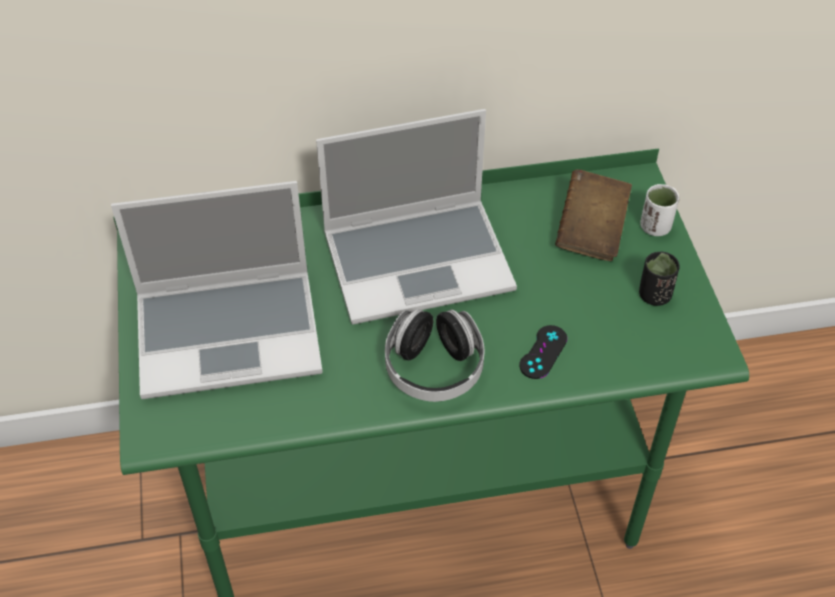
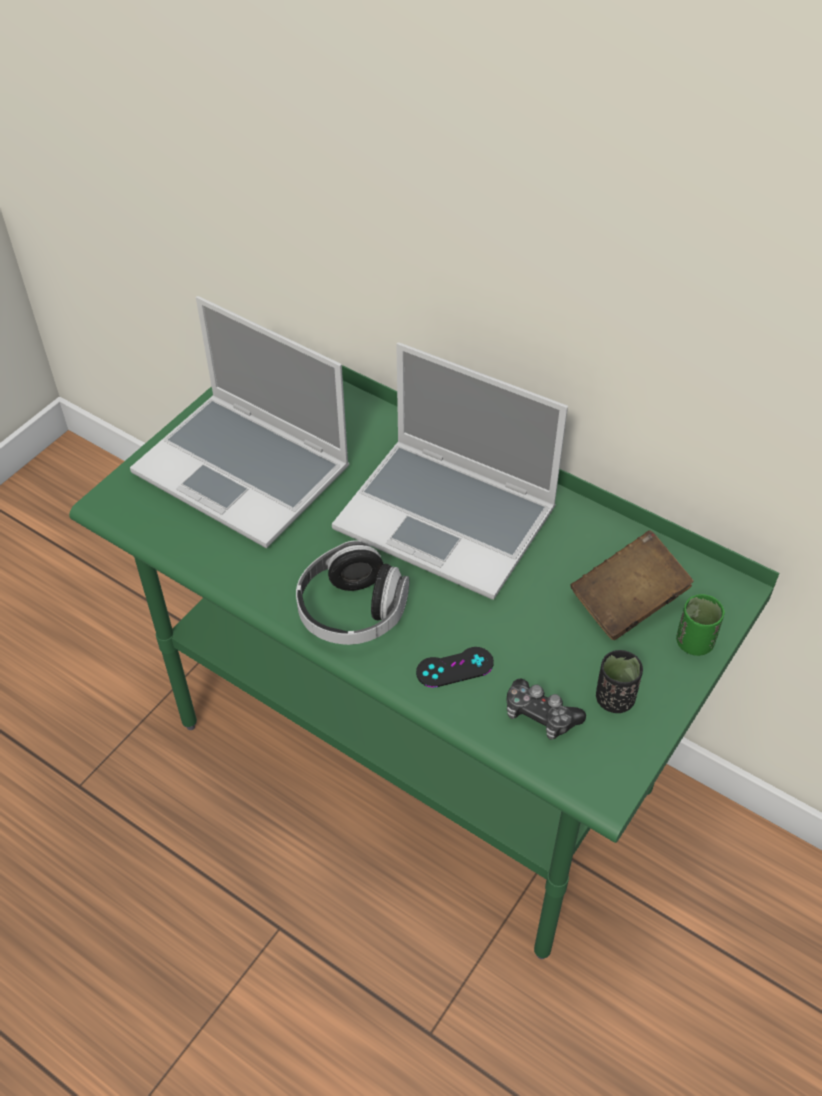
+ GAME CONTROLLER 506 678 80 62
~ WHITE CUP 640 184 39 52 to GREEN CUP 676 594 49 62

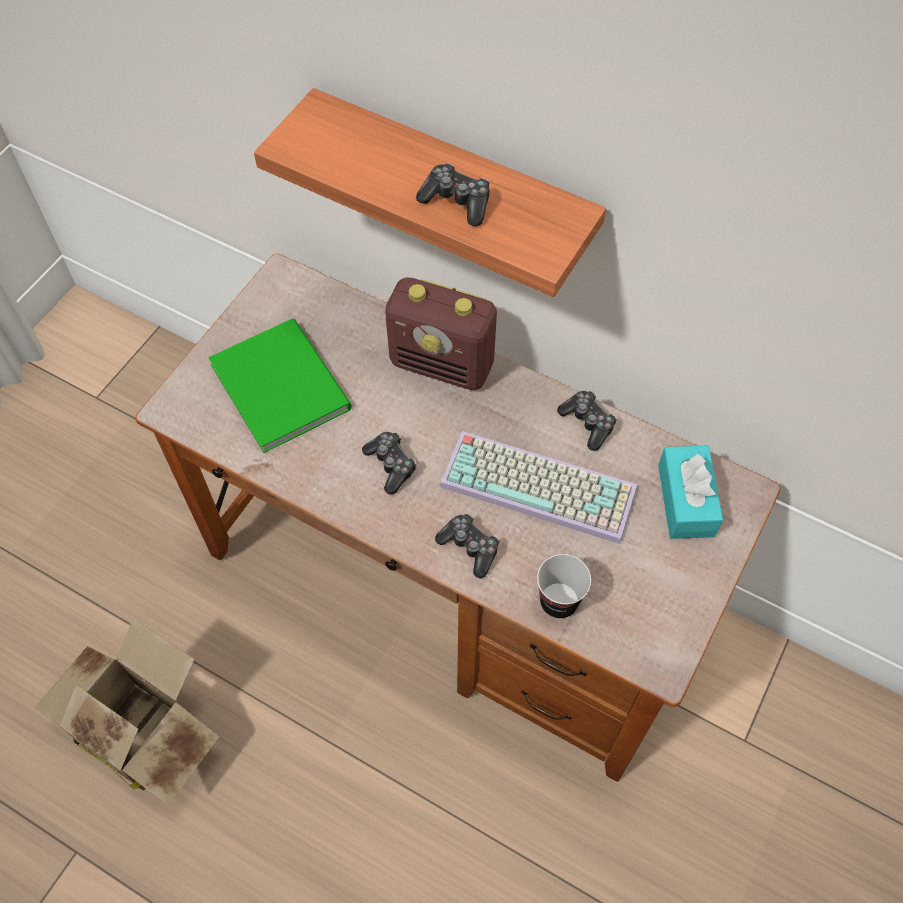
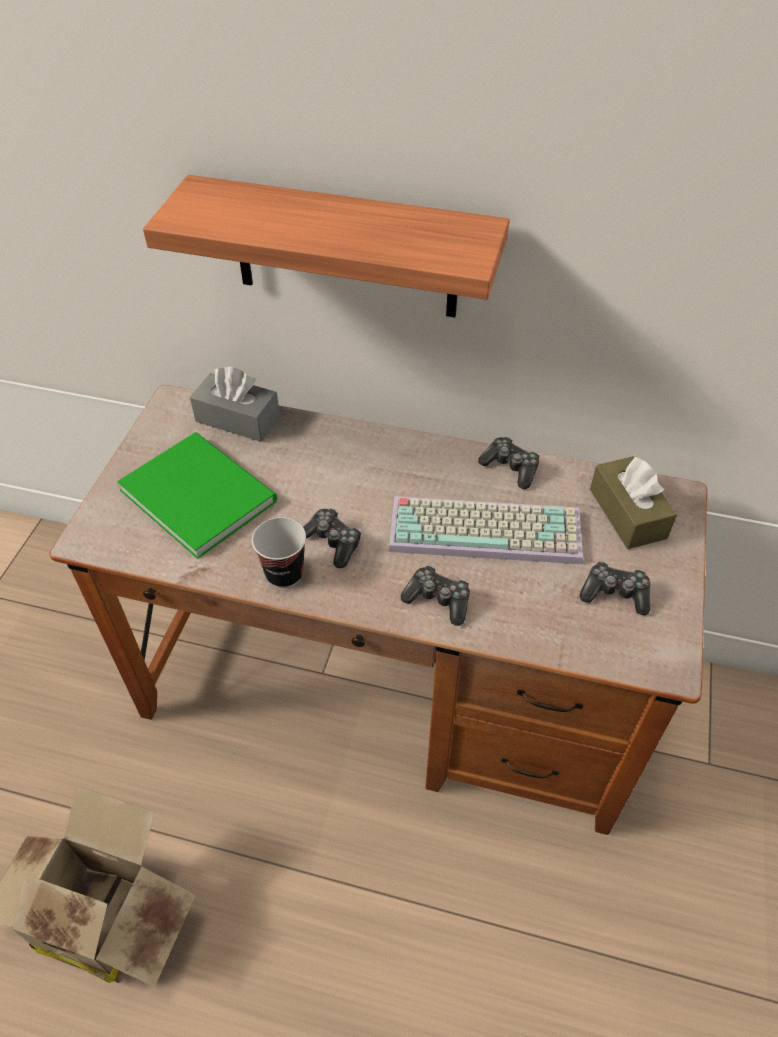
+ GREY TISSUE BOX 190 366 90 76
~ CUP 537 554 54 64 to 252 517 54 71
~ GAME CONTROLLER 416 163 74 63 to 580 561 70 54
~ TURQUOISE TISSUE BOX 658 445 65 94 to BROWN TISSUE BOX 590 456 87 93
- RADIO 385 278 112 112

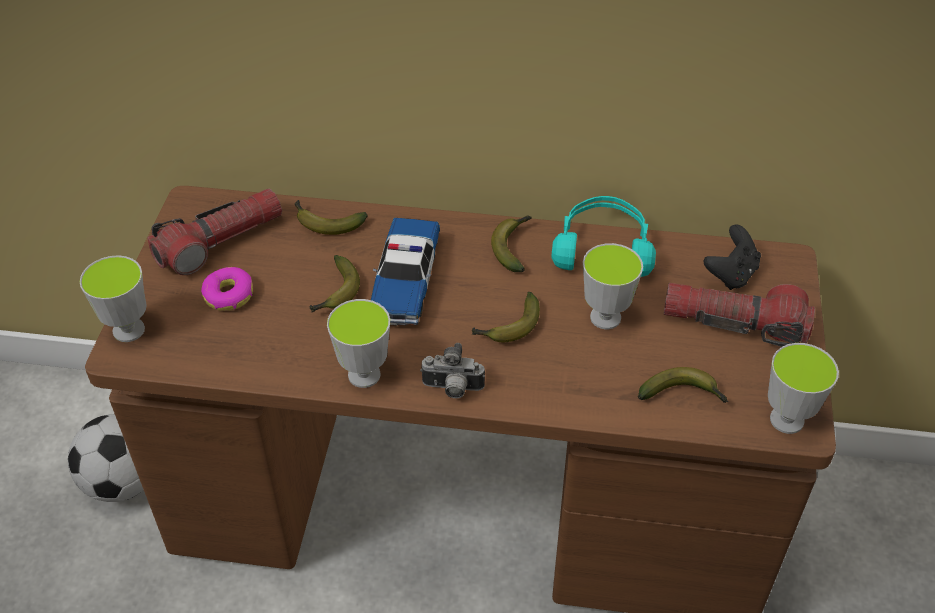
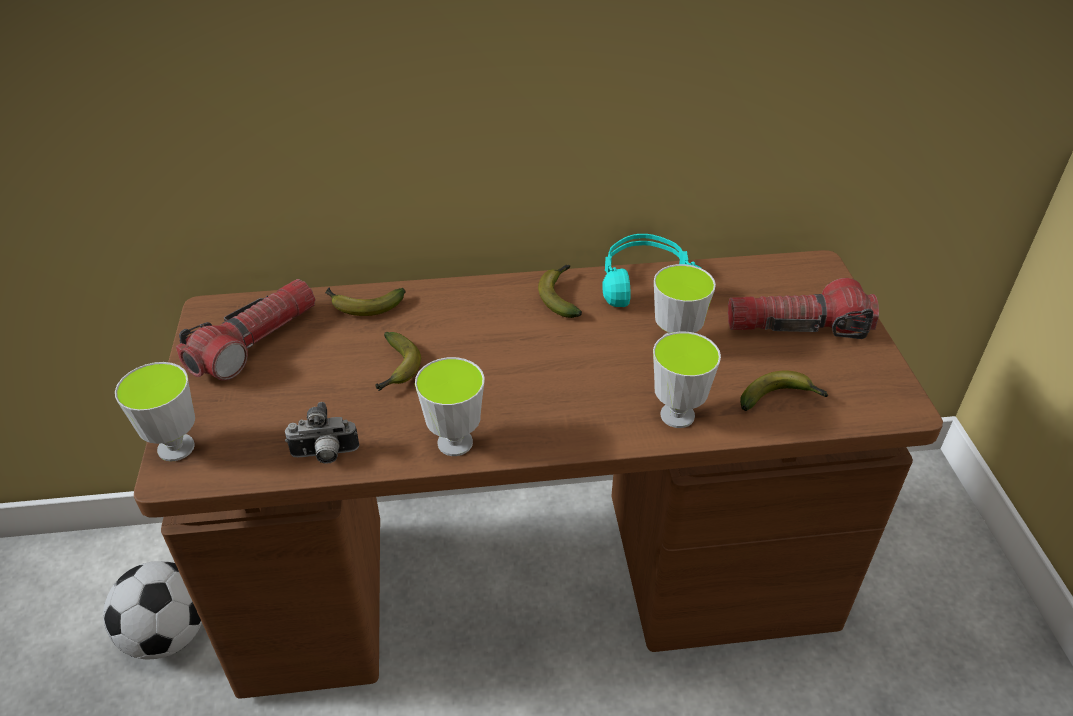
~ PHOTO CAMERA 420 343 65 55 to 285 402 74 62
~ CUP 768 343 71 91 to 653 331 68 97
- DONUT 201 267 52 44
- TOY CAR 371 218 69 108
- BANANA 472 292 68 50
- BLACK GAME CONTROLLER 703 225 58 65

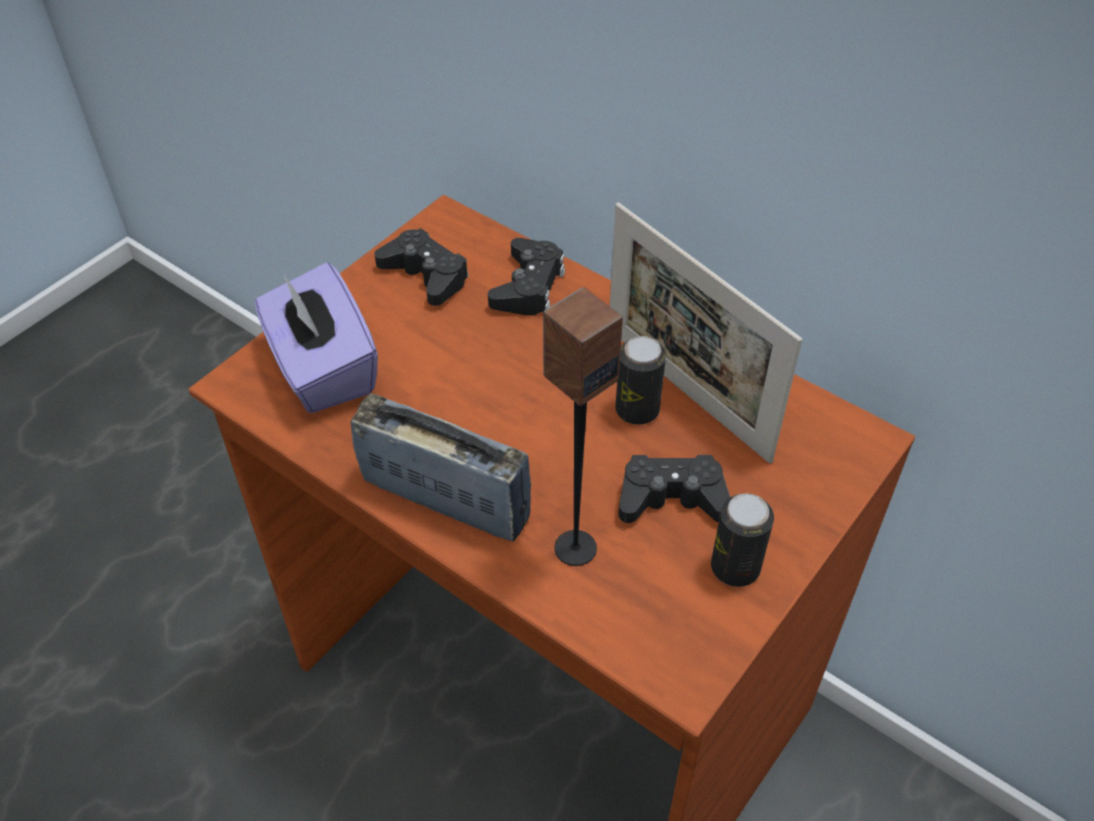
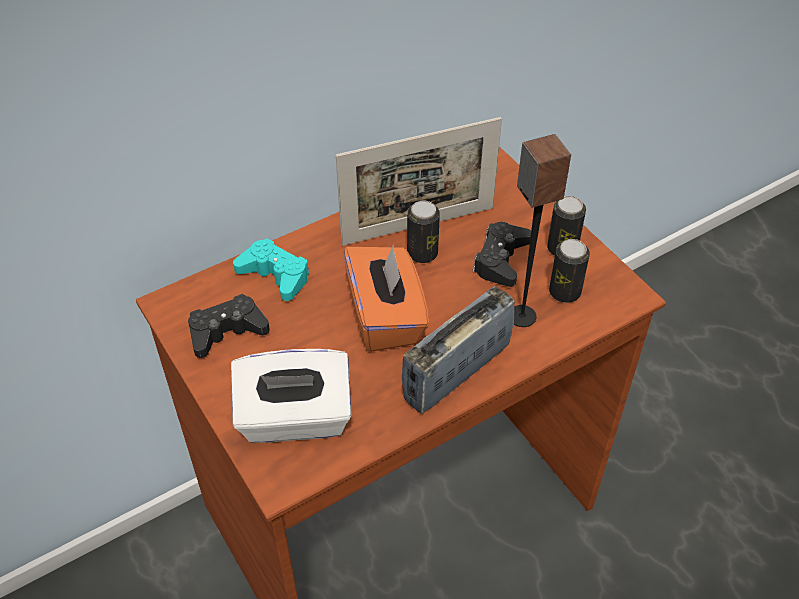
~ PURPLE TISSUE BOX 255 263 123 150 to WHITE TISSUE BOX 231 349 121 94
~ BLACK GAME CONTROLLER 488 238 77 78 to TURQUOISE GAME CONTROLLER 233 238 76 63
+ ORANGE TISSUE BOX 343 244 86 108
+ CAN 549 239 41 64

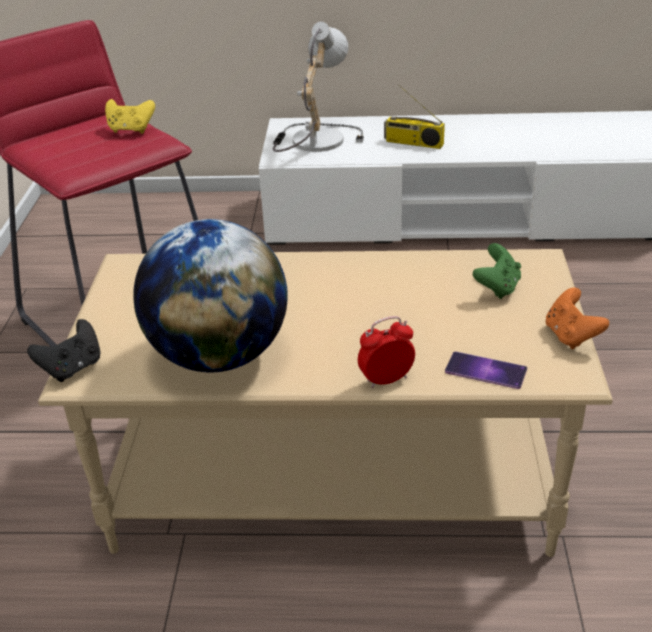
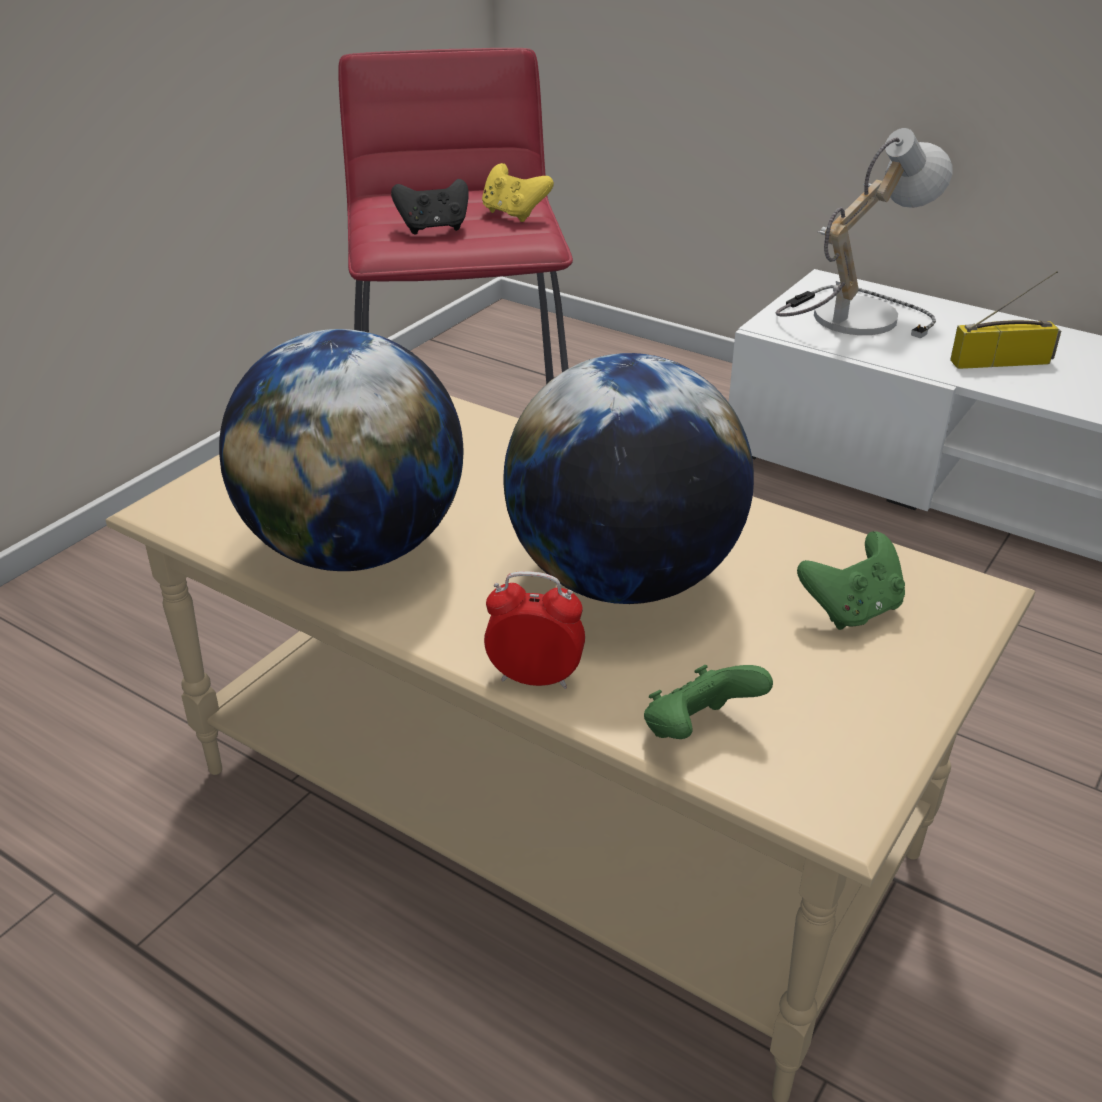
~ BLACK GAME CONTROLLER 27 319 74 63 to 391 179 77 56
+ GLOBE 504 353 250 251
~ PHONE 445 352 82 37 to GREEN GAME CONTROLLER 644 665 129 74
~ RADIO 384 84 61 65 = 950 271 111 98 120 degrees clockwise
- ORANGE GAME CONTROLLER 545 288 64 61

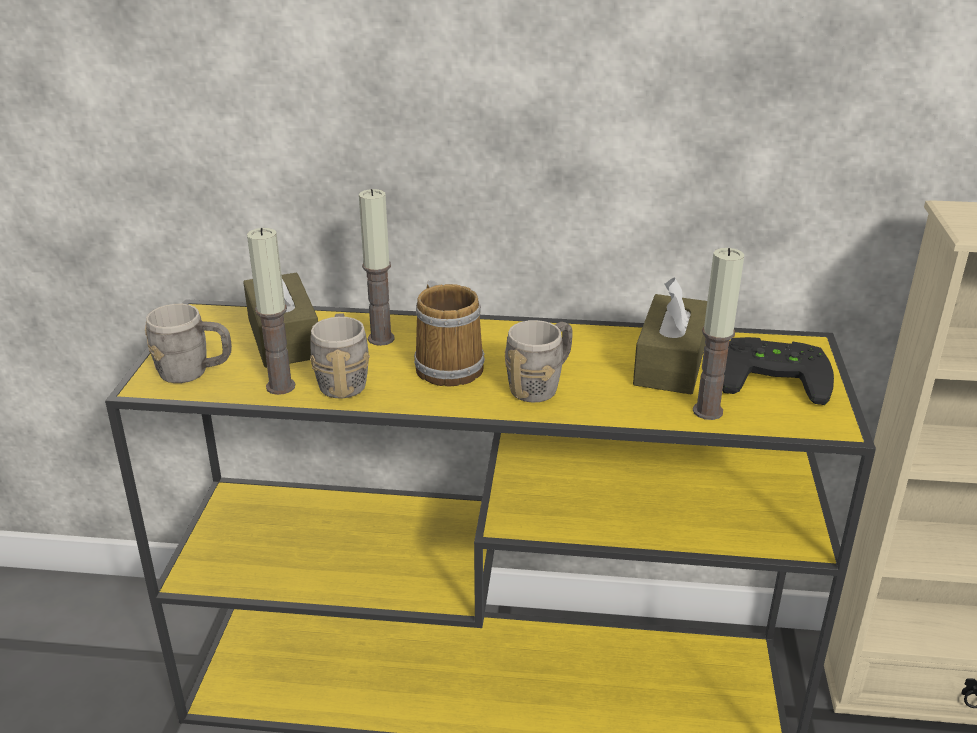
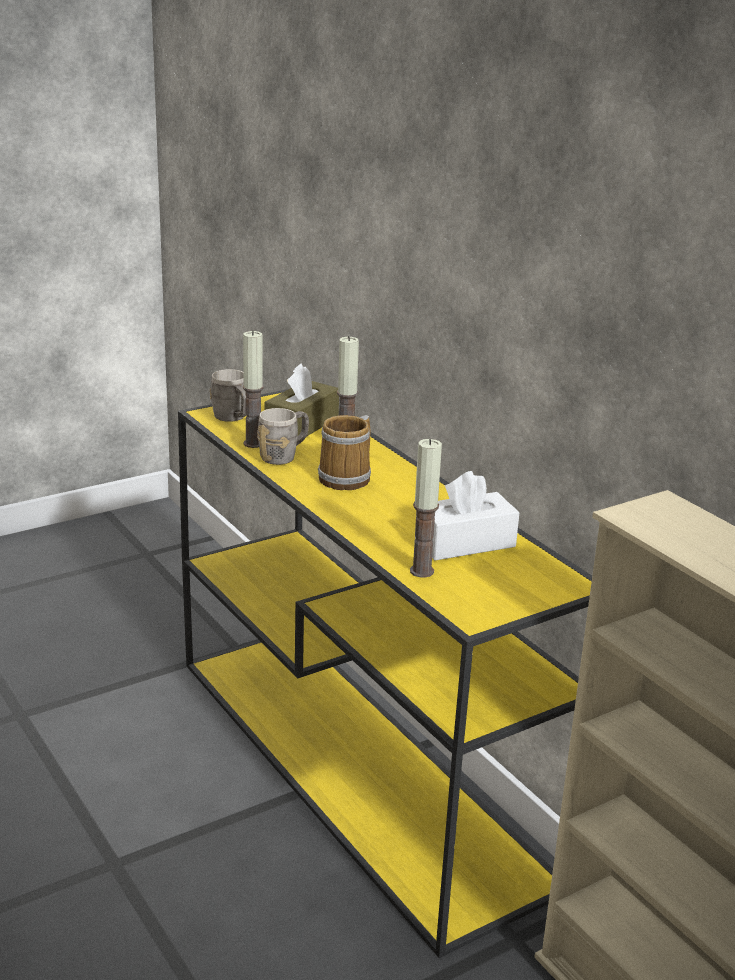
~ BROWN TISSUE BOX 633 277 74 118 to WHITE TISSUE BOX 415 471 104 89
- GREY MUG 505 320 68 82
- BLACK GAME CONTROLLER 722 337 112 68

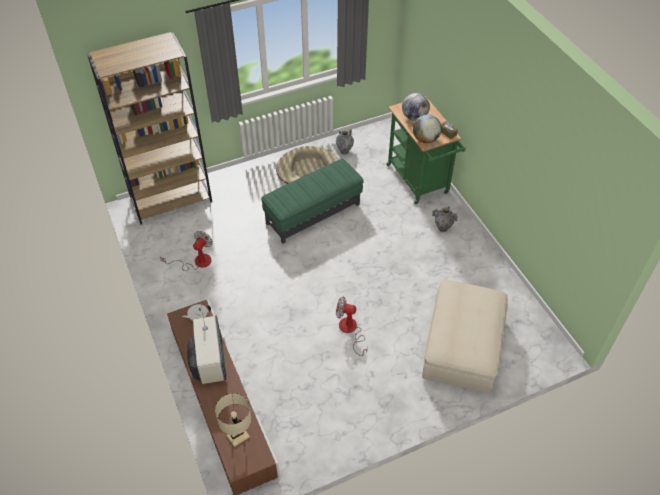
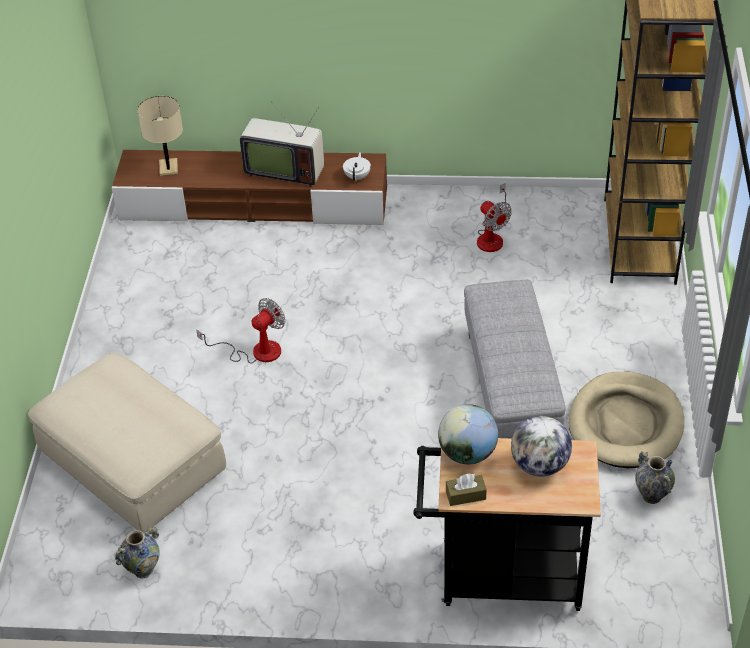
~ VASE 432 206 26 26 to 115 527 45 51
~ GREEN CART 386 96 80 108 to BLACK CART 413 438 188 173
~ GREEN OTTOMAN 262 159 102 85 to GREY OTTOMAN 464 279 102 159

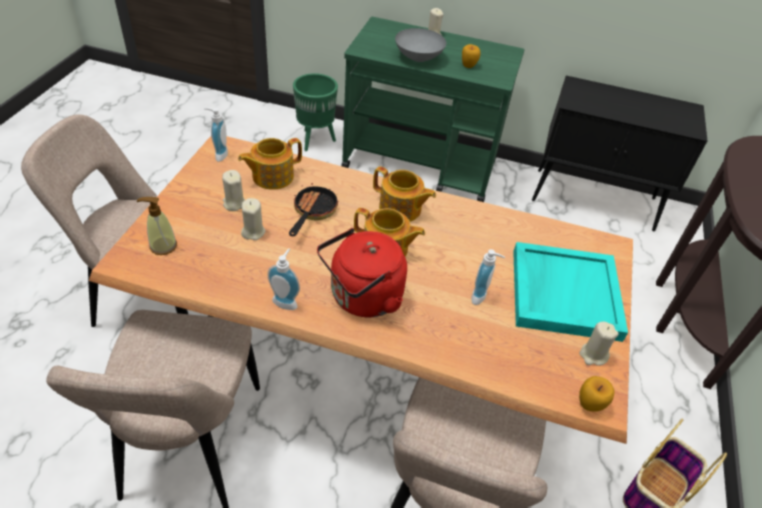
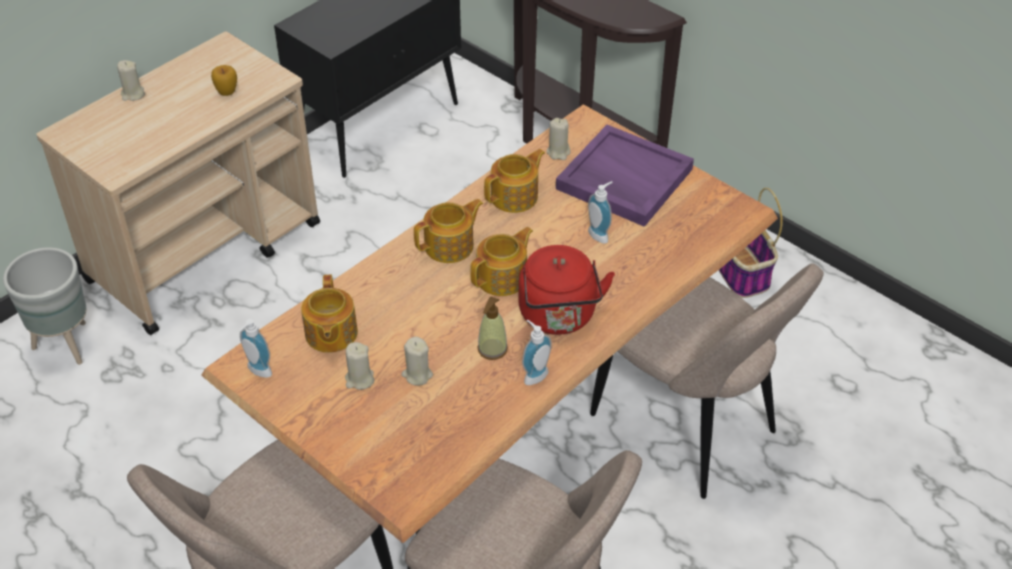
~ GREEN PLANTER 293 73 45 78 to GREY PLANTER 3 247 83 118
~ GREEN CART 341 17 183 185 to BEIGE CART 36 32 284 303
~ SOAP DISPENSER 137 197 40 58 to 477 296 31 64
+ TEAPOT 484 149 61 64
~ BEIGE CANDLE 579 322 40 44 to 547 118 23 42
~ TURQUOISE TRAY 513 242 115 100 to PURPLE TRAY 556 125 138 102
- FRYING PAN 289 178 49 58
- GREY BOWL 395 28 51 34
- APPLE 579 376 36 36

